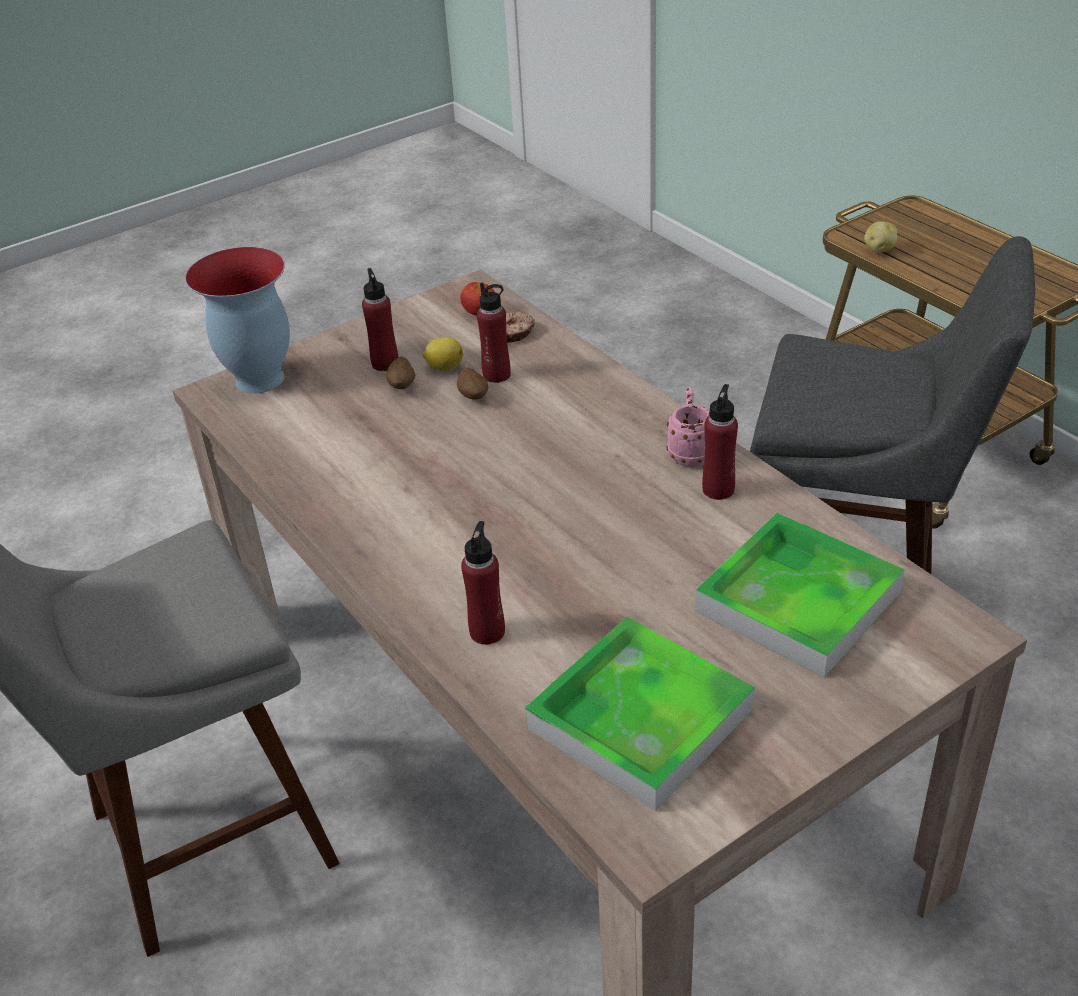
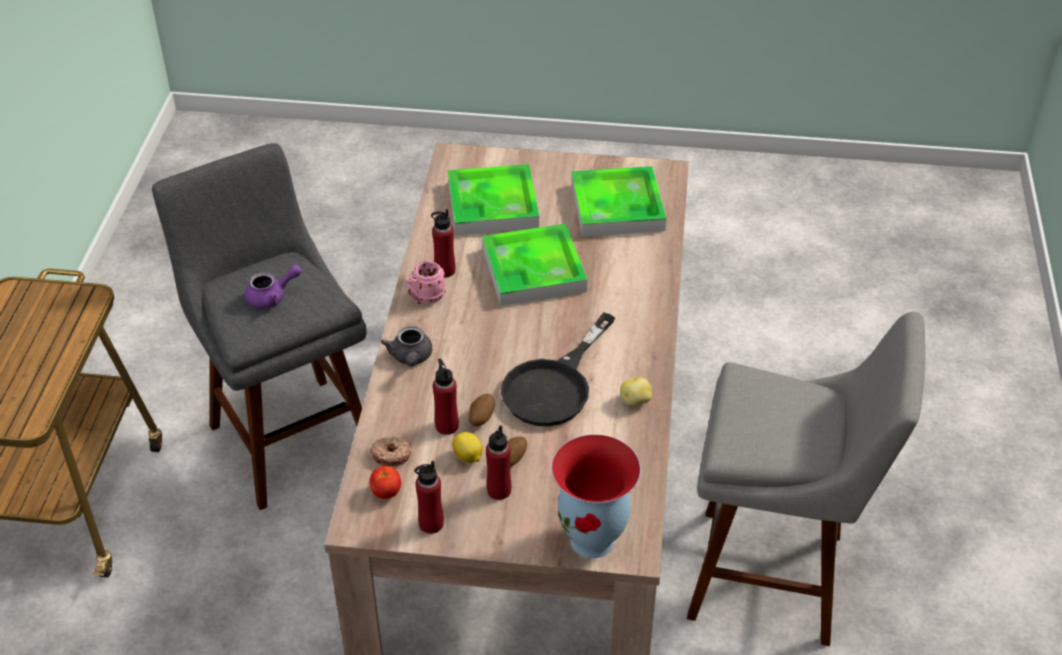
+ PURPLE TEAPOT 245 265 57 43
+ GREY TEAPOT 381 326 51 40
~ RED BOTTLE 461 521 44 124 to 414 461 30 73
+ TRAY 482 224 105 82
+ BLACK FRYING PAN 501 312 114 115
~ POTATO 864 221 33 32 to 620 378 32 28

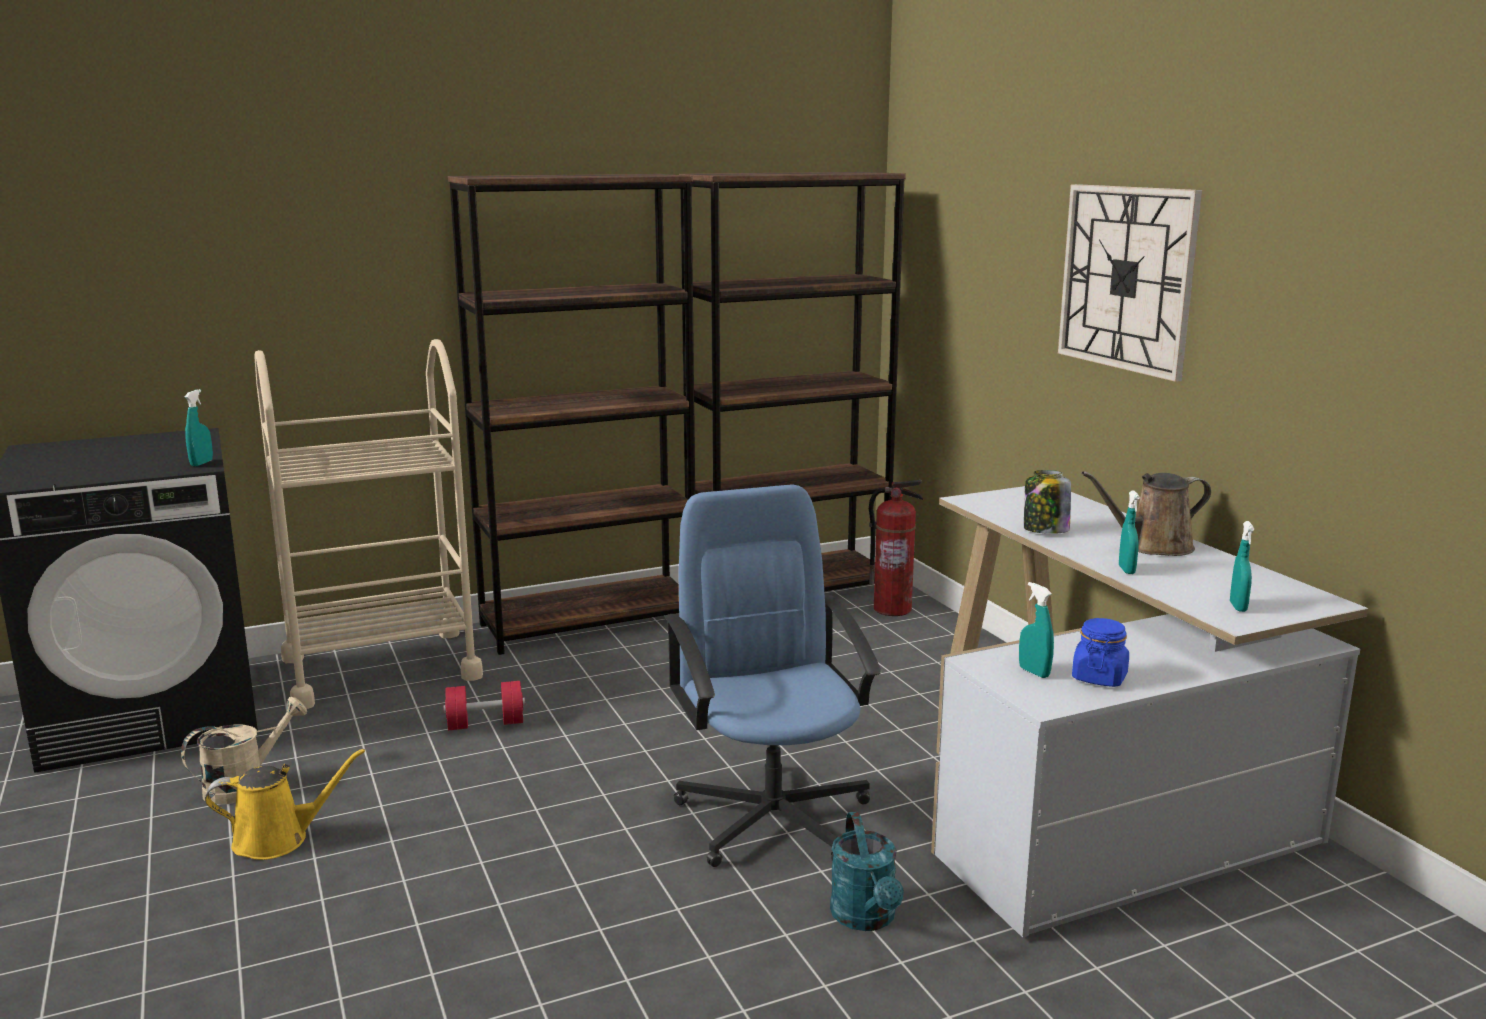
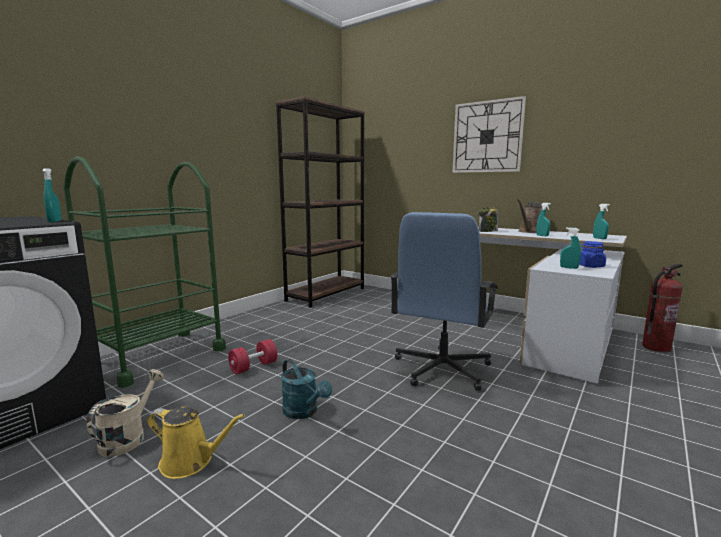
~ BEIGE CART 255 339 228 370 to GREEN CART 63 156 163 232
~ YELLOW WATERING CAN 205 749 160 111 = 147 406 98 73 60 degrees clockwise
~ TURQUOISE WATERING CAN 830 812 74 119 to 281 359 51 60
~ BLUE OFFICE CHAIR 664 484 218 383 = 390 212 108 179 105 degrees counterclockwise
~ FIRE EXTINGUISHER 869 480 54 136 to 642 264 41 88
- BROWN BOOKCASE 448 174 247 481

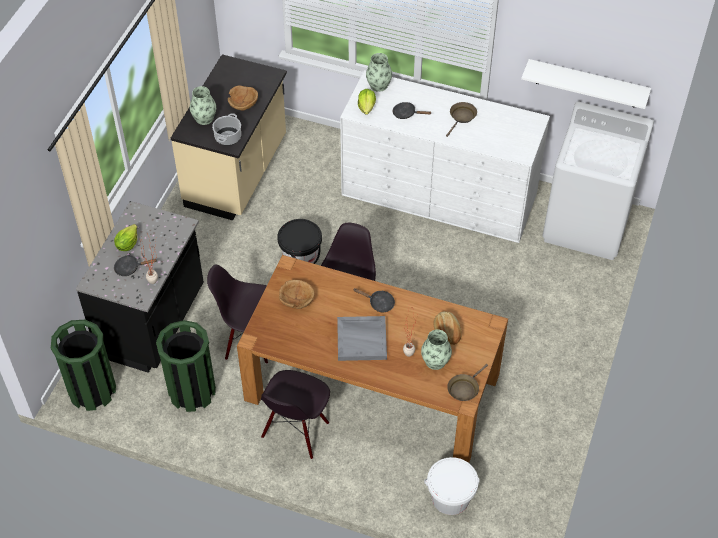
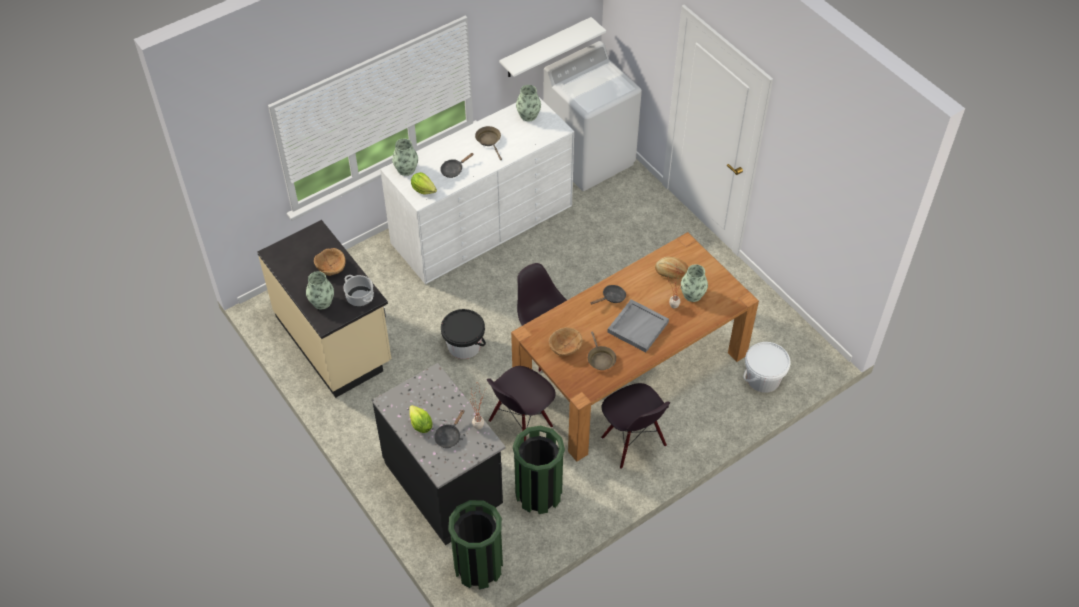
+ VASE 516 85 25 36
~ BROWN FRYING PAN 447 364 41 37 to 588 331 28 39

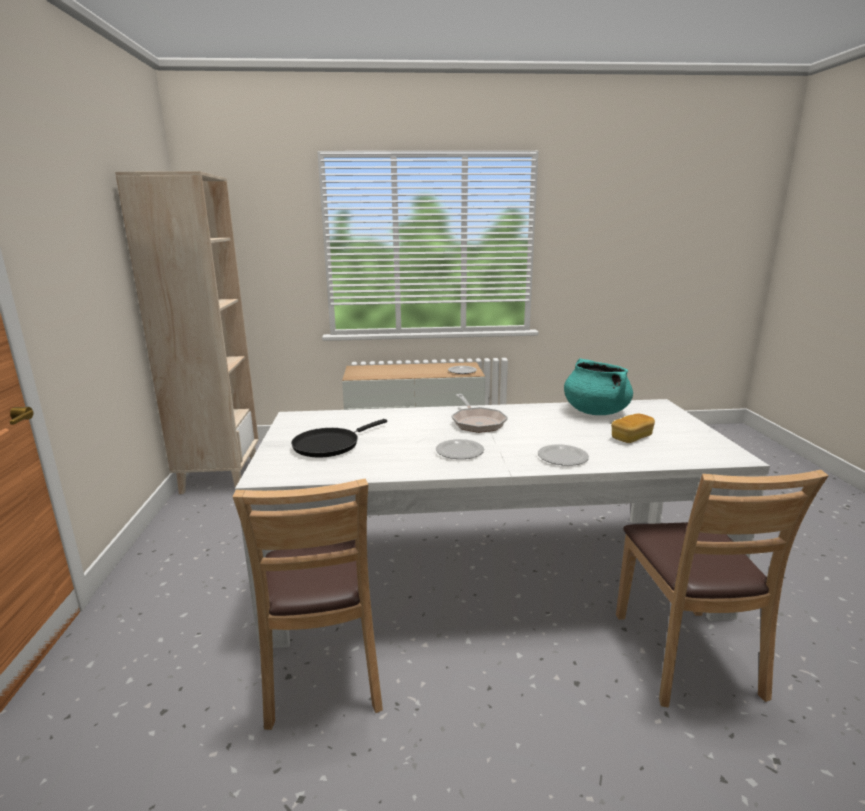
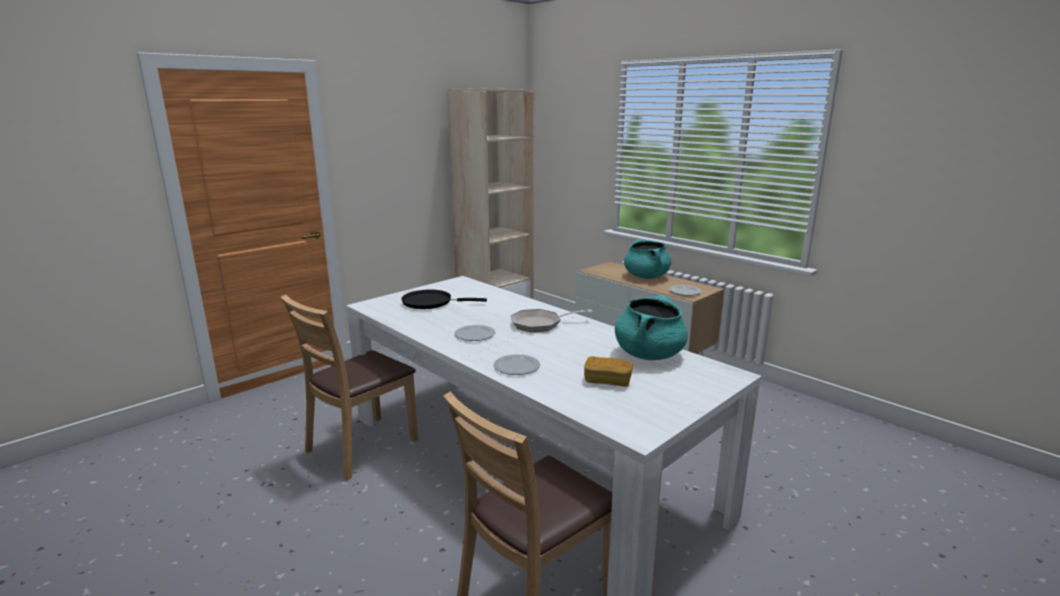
~ FRYING PAN 451 394 57 39 = 510 309 82 23 45 degrees clockwise
+ TURQUOISE COOKING POT 624 239 47 40

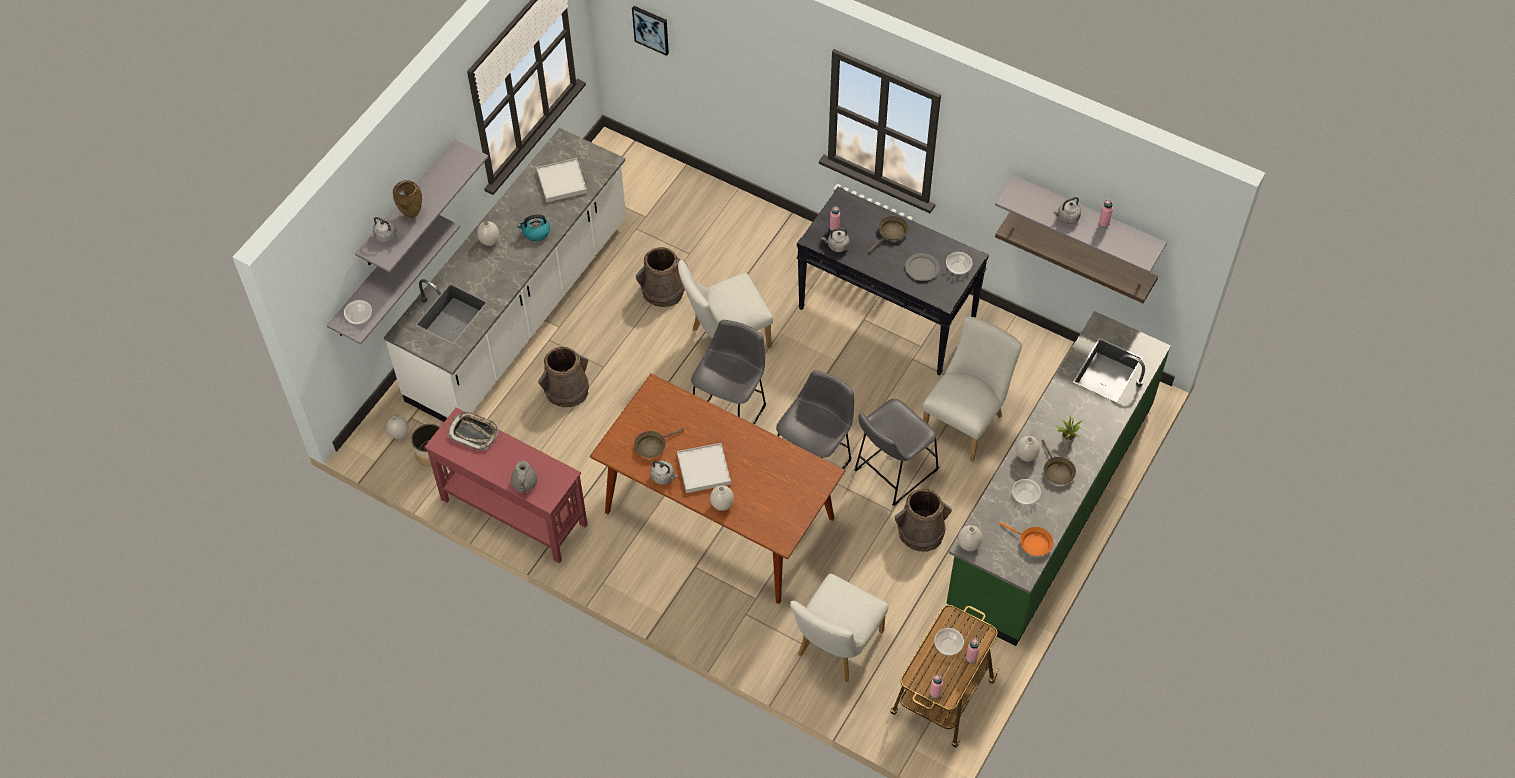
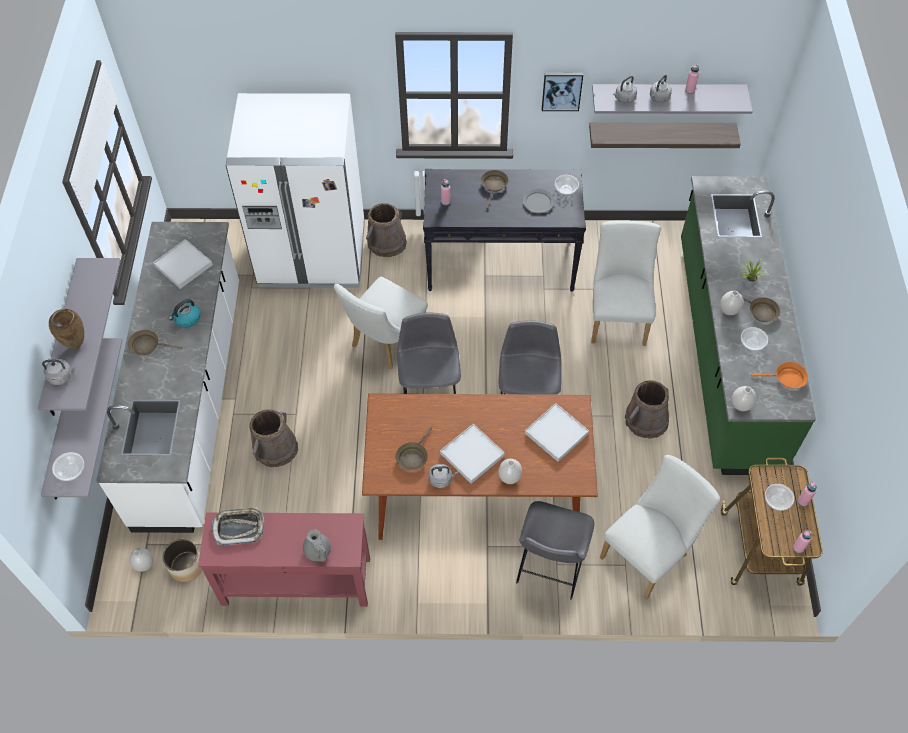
~ WHITE VASE 477 221 22 25 to BROWN FRYING PAN 128 330 54 25
+ WHITE FRIDGE 226 93 139 195
~ BROWN BUCKET 636 247 52 60 to 366 203 41 54
~ GREY STOOL 854 399 85 107 to 516 501 79 99
+ WHITE TRAY 525 403 64 59
~ PICTURE 632 6 37 50 to 542 73 41 38
~ WHITE CHAIR 790 574 99 108 = 600 455 120 145 135 degrees counterclockwise
~ GREY KETTLE 822 228 28 24 to 613 76 24 27

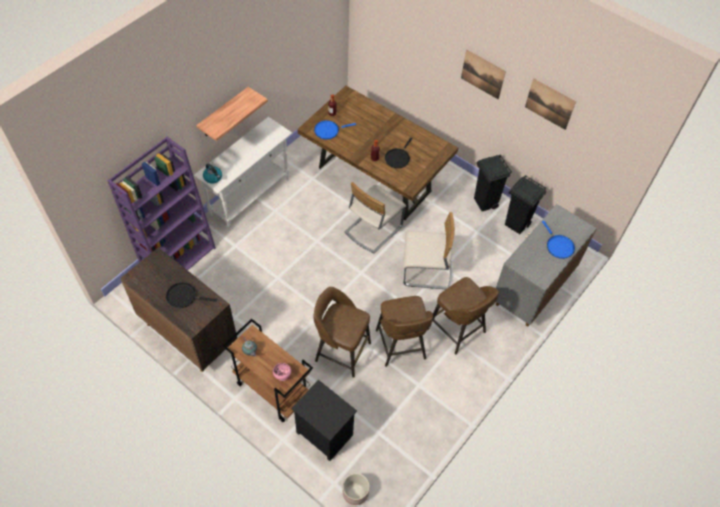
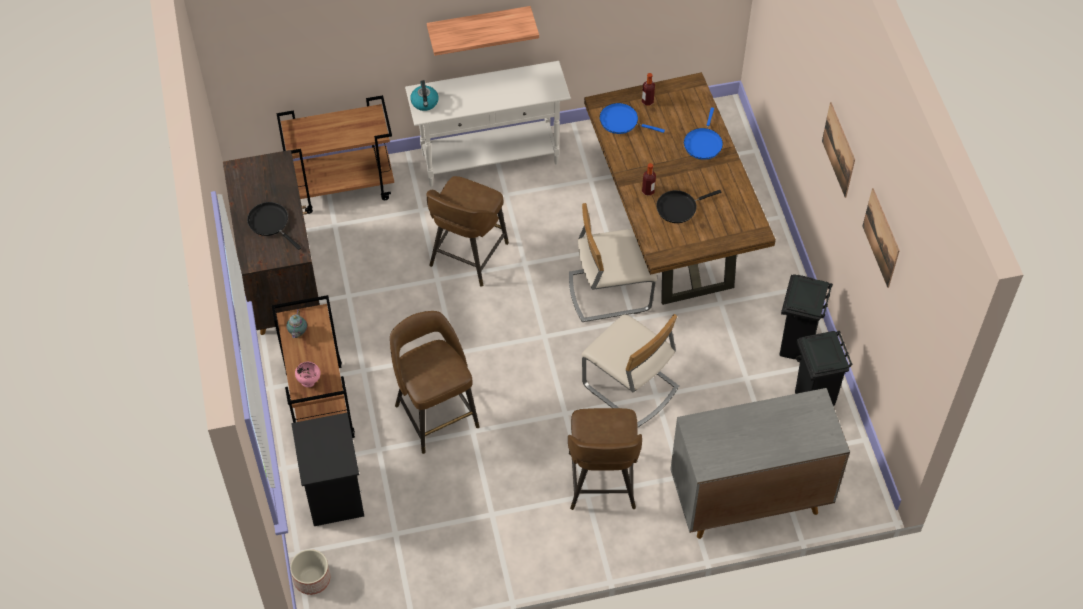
~ PURPLE BOOKCASE 107 137 109 133 to BROWN CART 276 95 118 119
~ BROWN STOOL 376 296 57 71 to 426 176 83 110
~ BLUE FRYING PAN 542 221 33 38 to 684 107 39 53

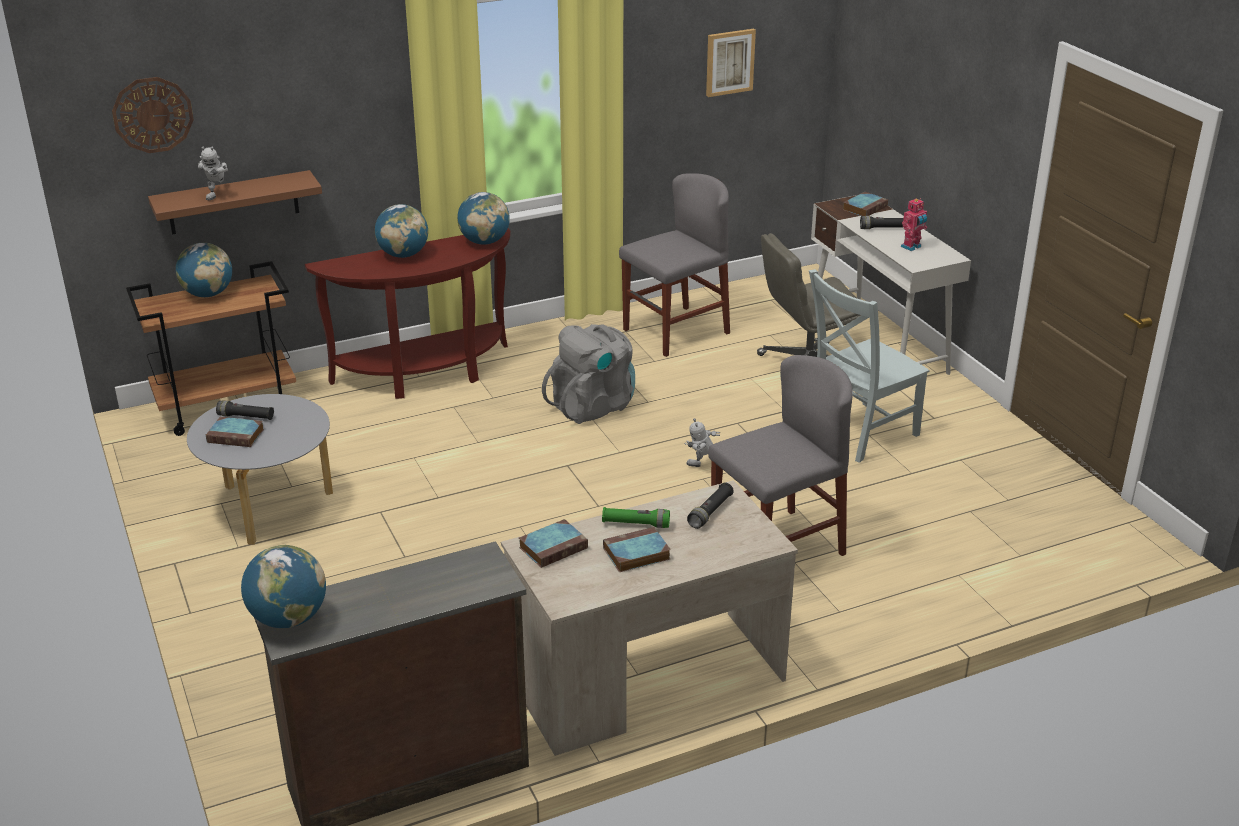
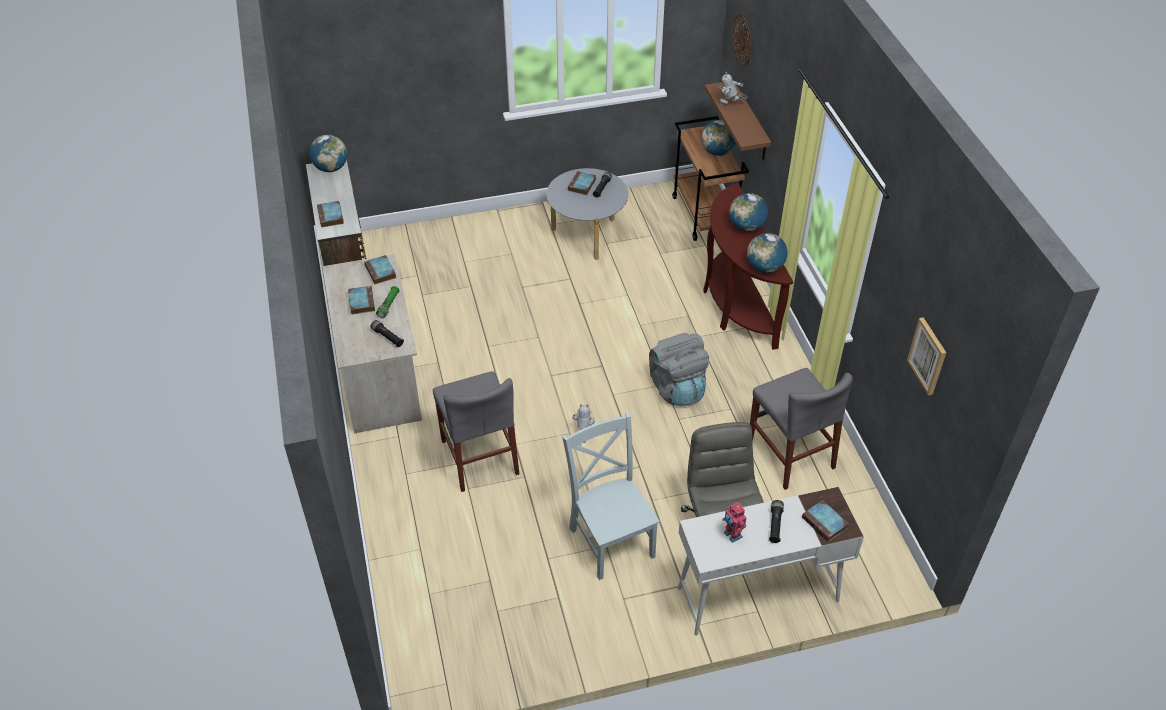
+ BOOK 317 201 27 26

